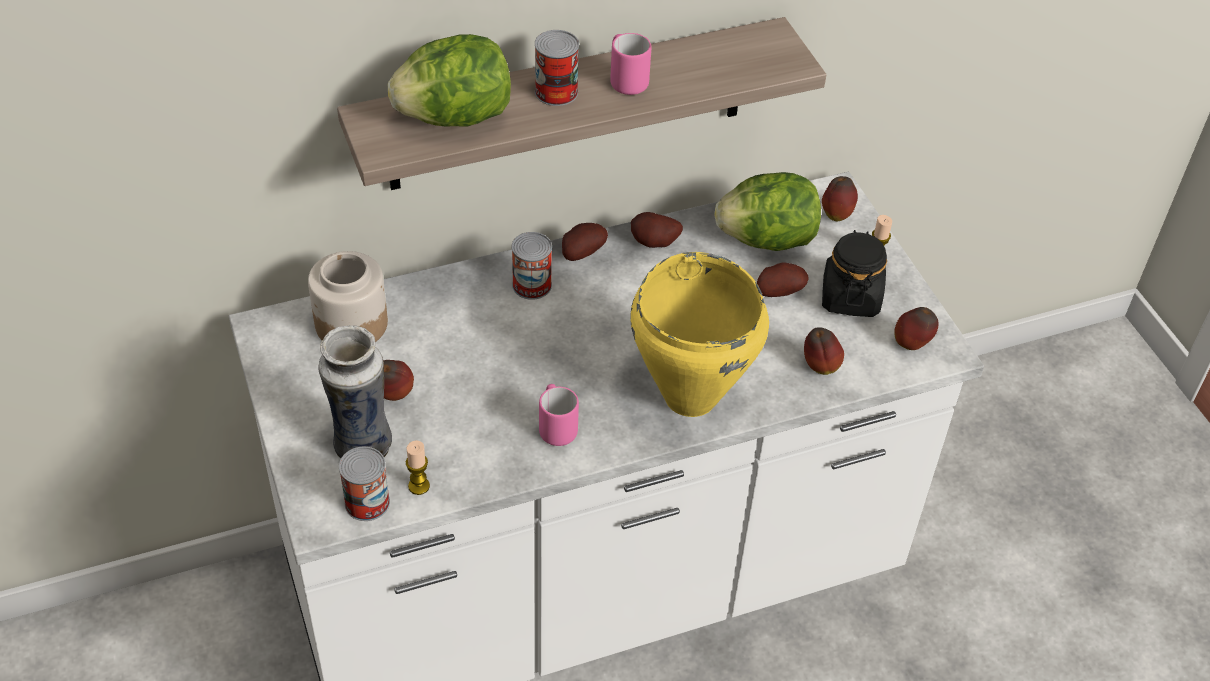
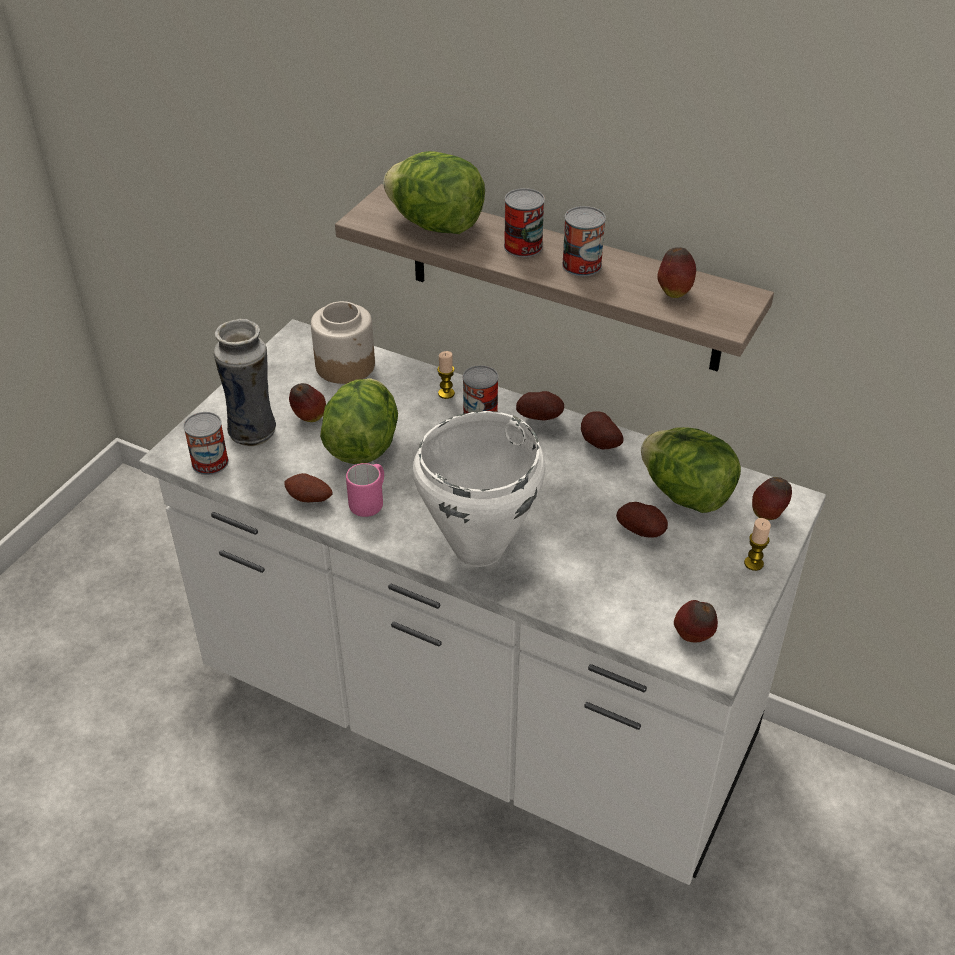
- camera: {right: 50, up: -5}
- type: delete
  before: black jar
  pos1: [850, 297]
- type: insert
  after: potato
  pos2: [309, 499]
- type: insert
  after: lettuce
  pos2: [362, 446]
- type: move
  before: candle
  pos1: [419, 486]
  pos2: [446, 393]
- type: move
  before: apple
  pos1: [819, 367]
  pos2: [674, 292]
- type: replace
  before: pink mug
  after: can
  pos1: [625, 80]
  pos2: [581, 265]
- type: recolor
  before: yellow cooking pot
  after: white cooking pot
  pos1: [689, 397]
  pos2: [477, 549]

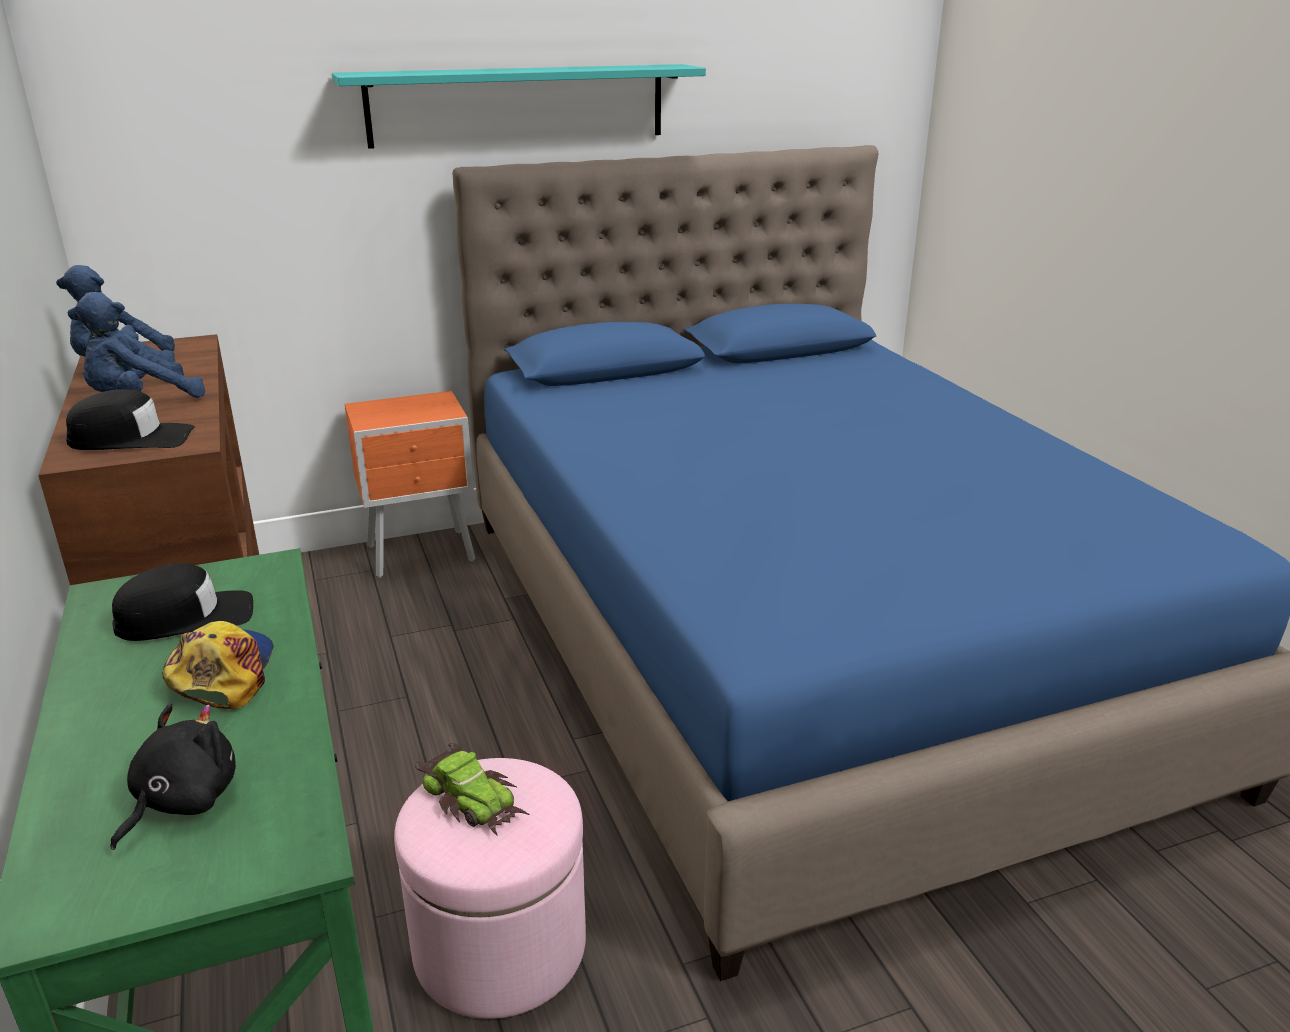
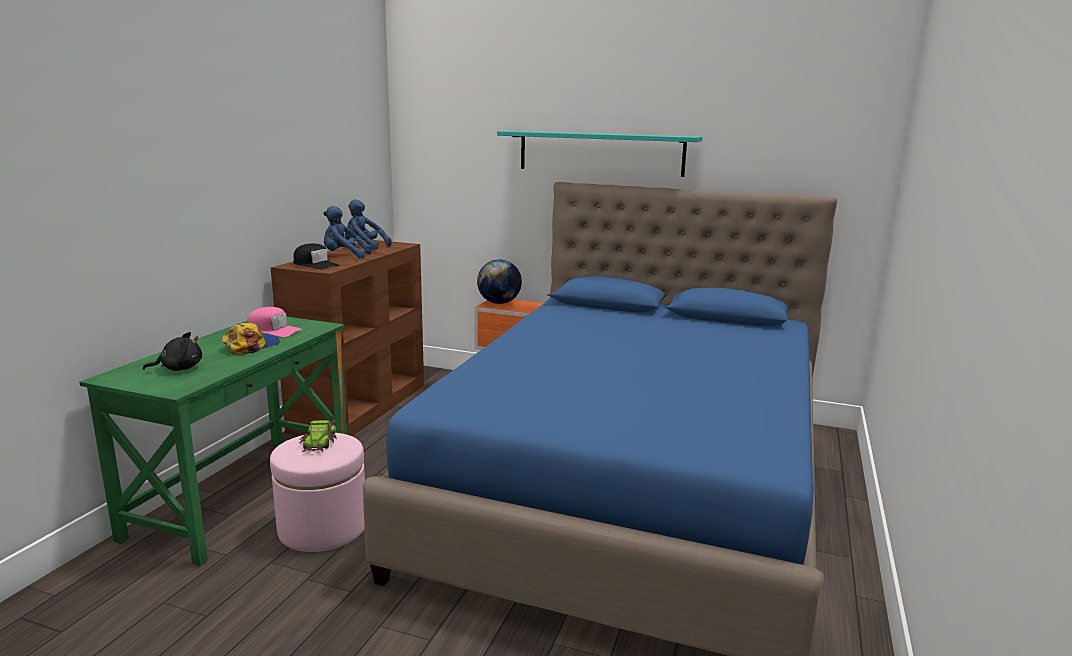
- camera: {right: 40, up: -10}
- type: insert
  after: globe
  pos2: [499, 303]
- type: recolor
  before: black cap
  after: pink cap
  pos1: [186, 617]
  pos2: [273, 330]

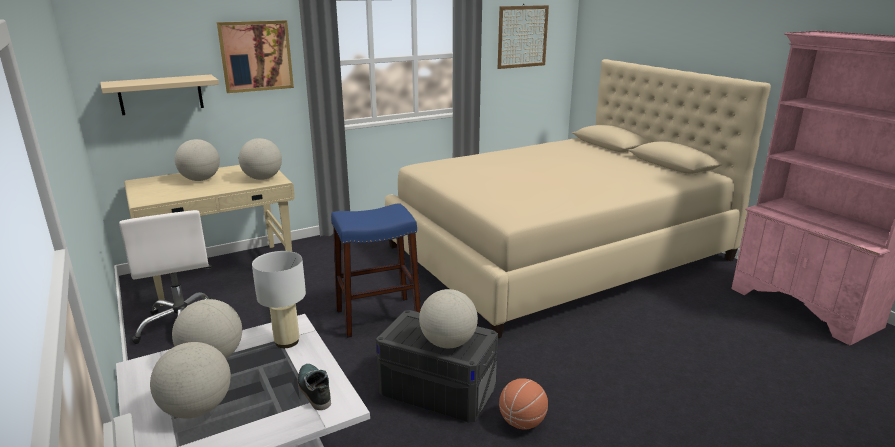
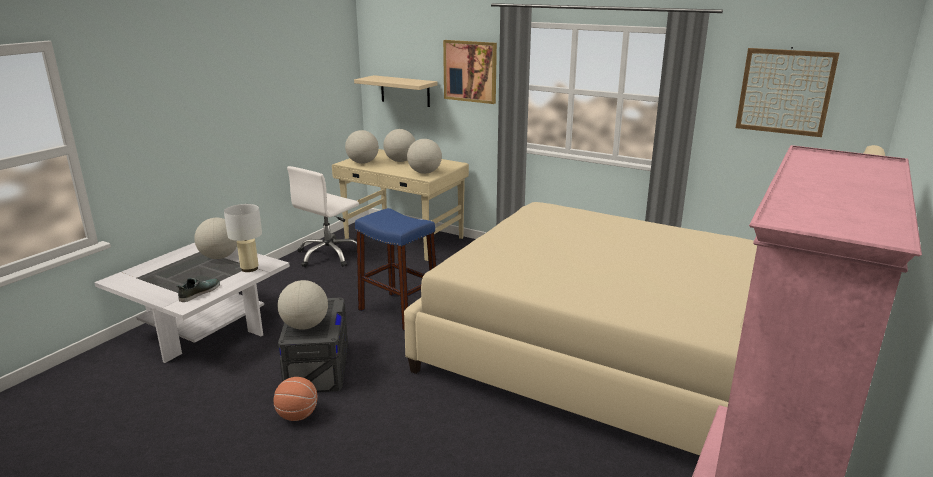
- camera: {right: 60, up: 0}
- type: move
  before: globe
  pos1: [197, 409]
  pos2: [363, 162]

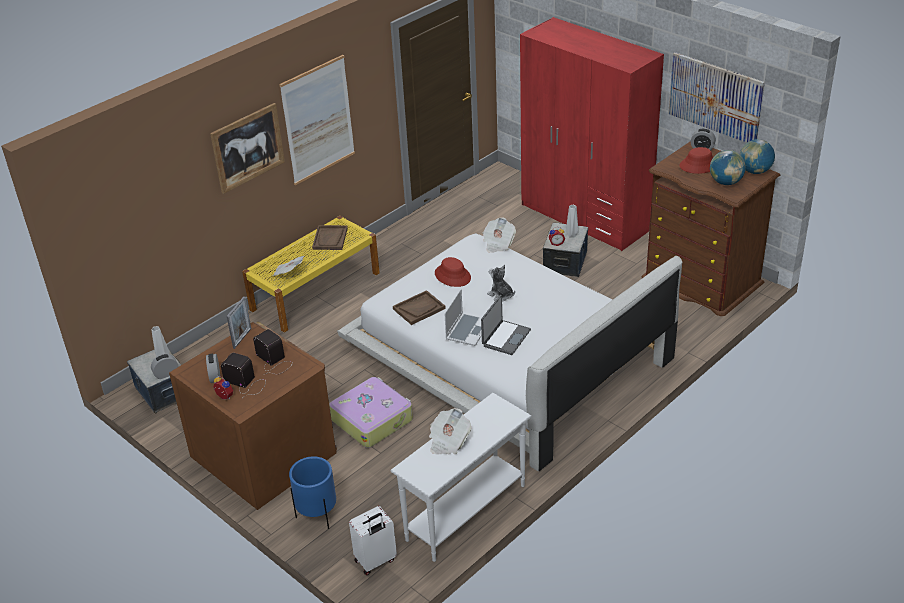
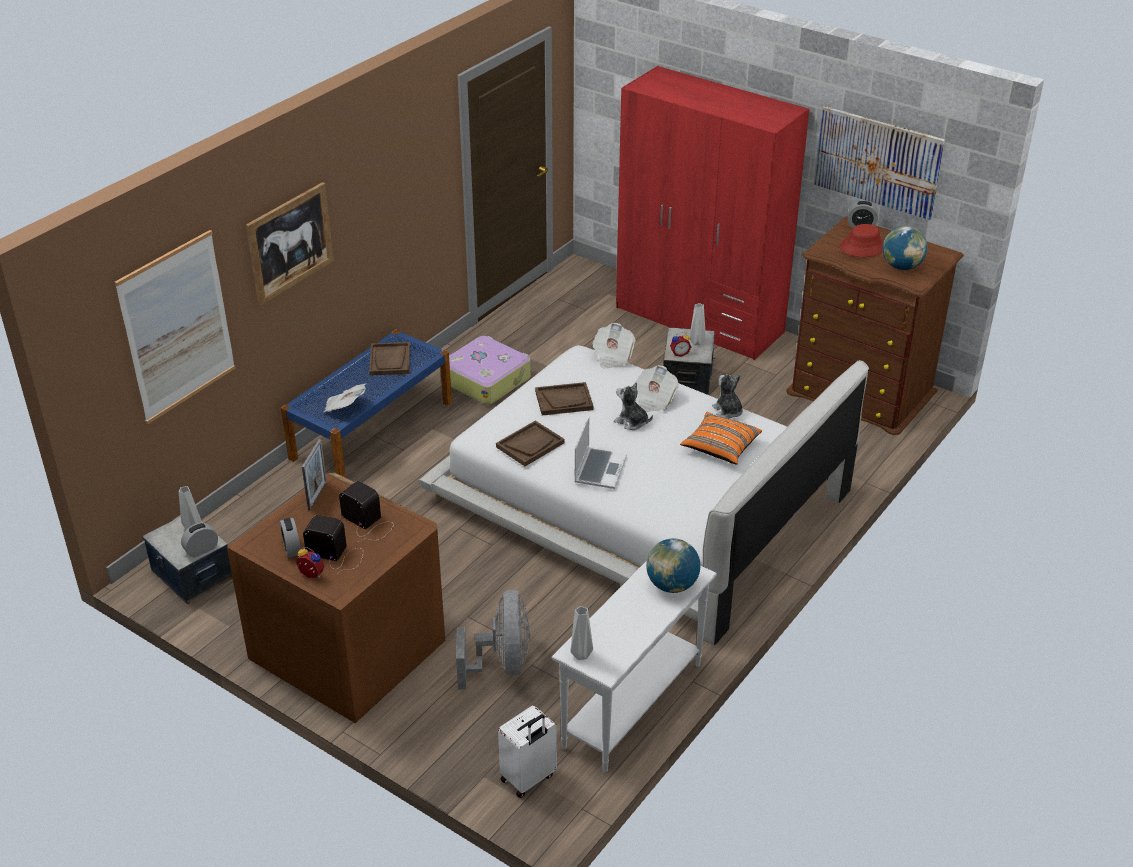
- camera: {right: -10, up: 0}
- type: delete
  before: blue planter
  pos1: [317, 515]
- type: delete
  before: laptop
  pos1: [505, 338]
- type: insert
  after: grey fan
  pos2: [502, 664]
- type: insert
  after: grey vase
  pos2: [582, 655]
- type: insert
  after: orange pillow
  pos2: [720, 447]
- type: insert
  after: plush toy
  pos2: [728, 411]
- type: move
  before: picture
  pos1: [318, 120]
  pos2: [177, 327]
- type: move
  before: suitcase
  pos1: [372, 419]
  pos2: [486, 379]
- type: move
  before: newspaper
  pos1: [448, 441]
  pos2: [653, 400]
- type: move
  before: globe
  pos1: [755, 171]
  pos2: [672, 585]
- type: replace
  before: red hat
  after: brown tray
  pos1: [452, 276]
  pos2: [564, 400]
- type: recolor
  before: yellow bench
  after: blue bench
  pos1: [315, 291]
  pos2: [371, 430]

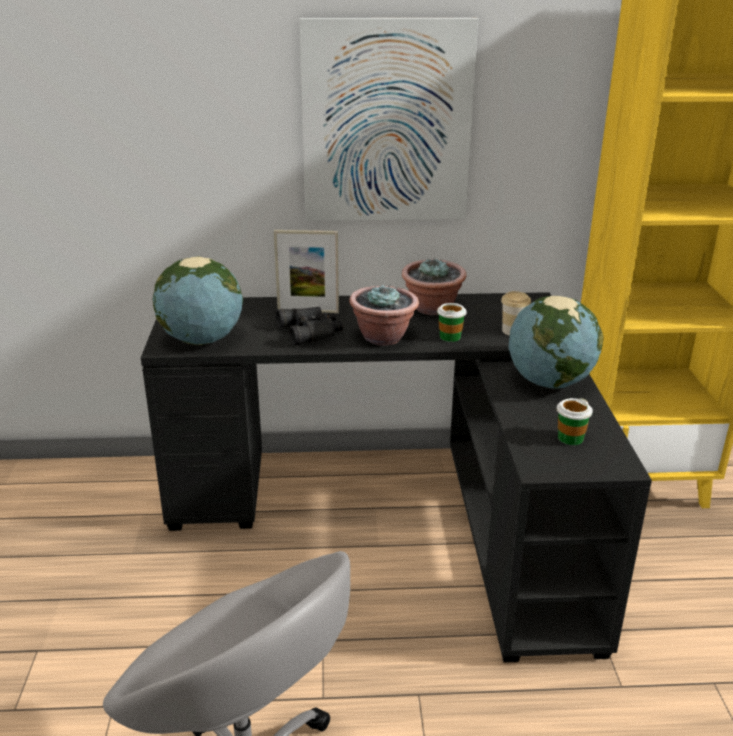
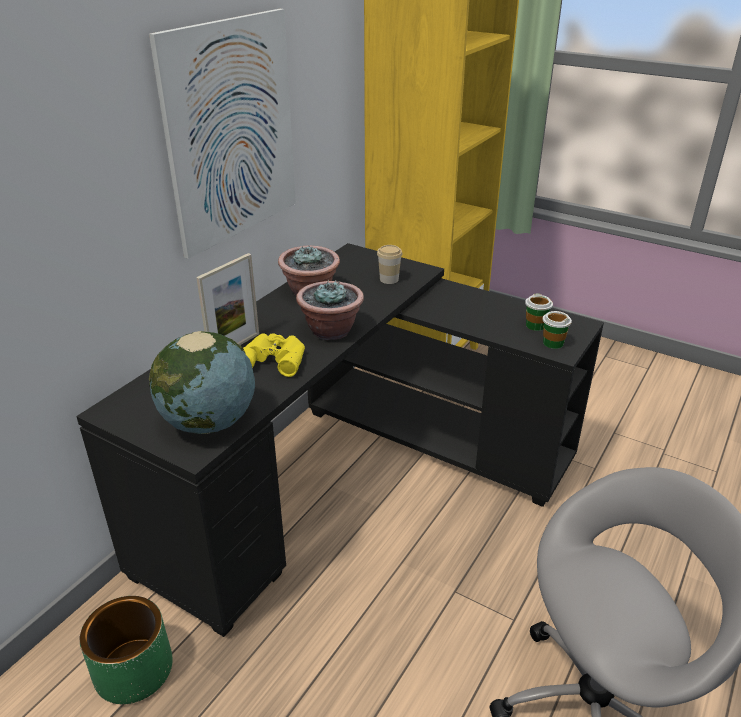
- camera: {right: -55, up: 5}
- type: delete
  before: globe
  pos1: [549, 382]
- type: insert
  after: green planter
  pos2: [134, 669]
- type: move
  before: cup
  pos1: [450, 337]
  pos2: [553, 343]
- type: recolor
  before: black binoculars
  after: yellow binoculars
  pos1: [312, 331]
  pos2: [274, 358]

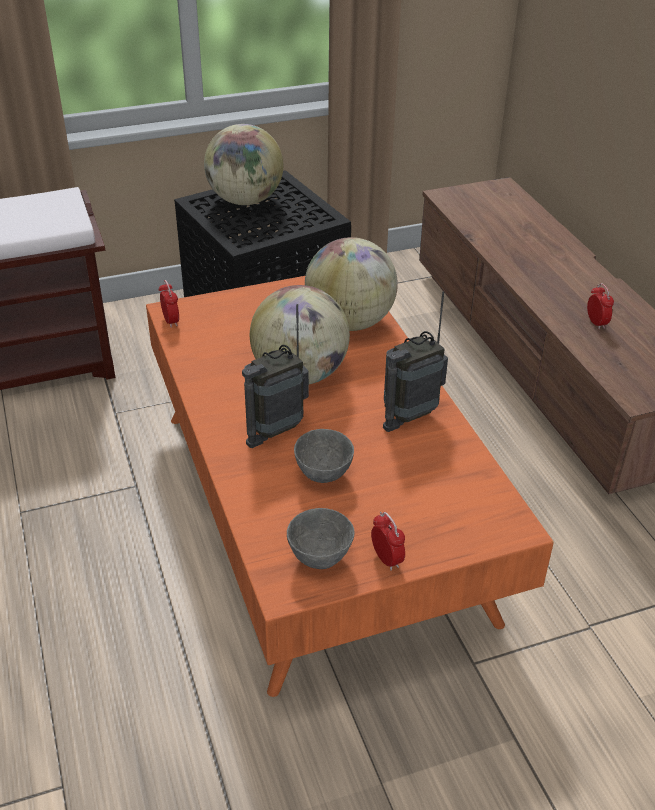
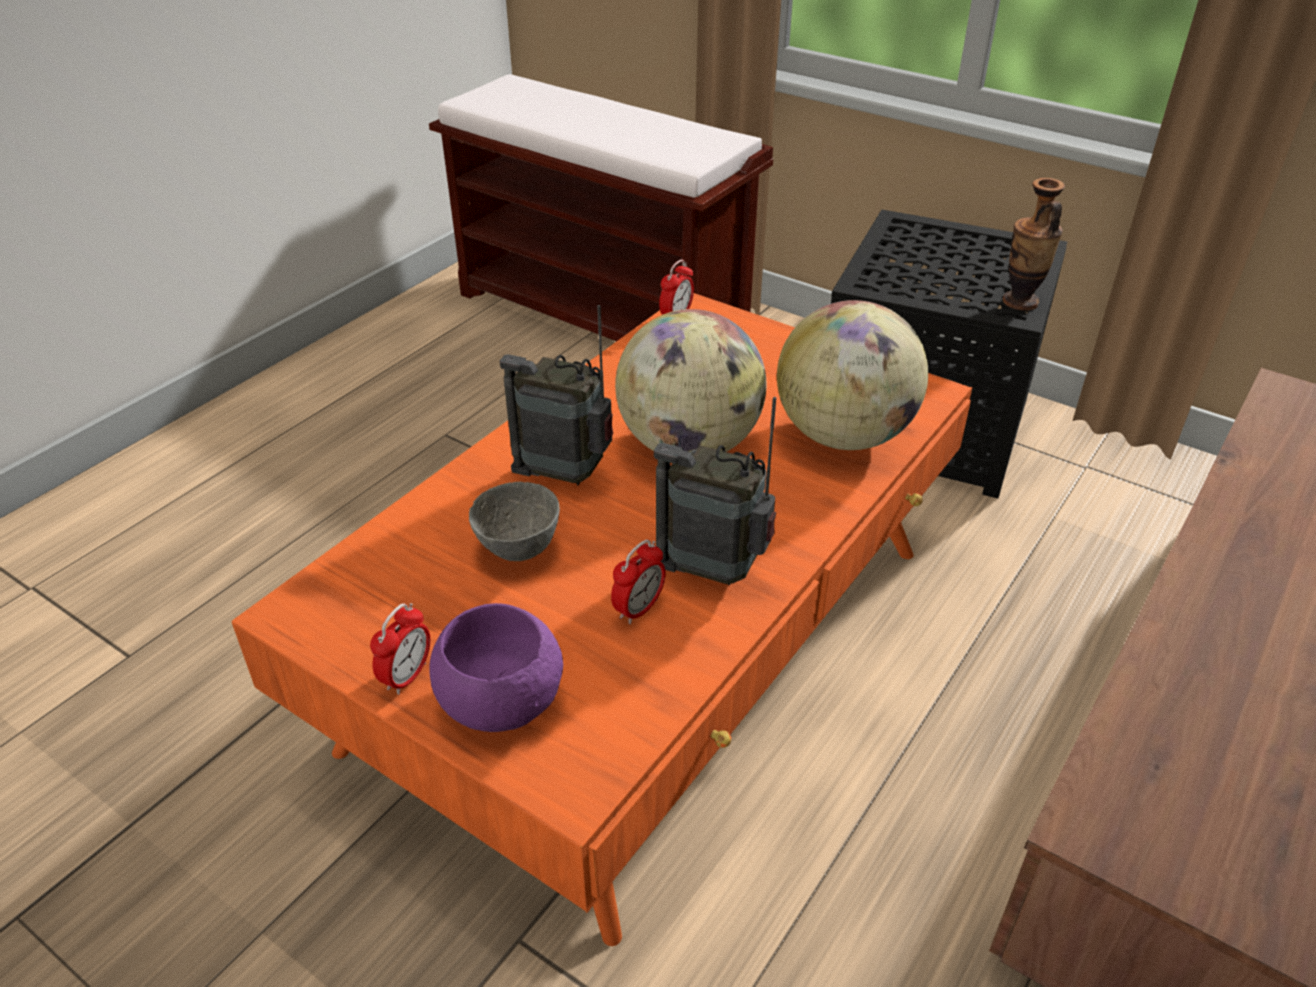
- camera: {right: 55, up: 0}
- type: delete
  before: globe
  pos1: [245, 200]
- type: delete
  before: grey bowl
  pos1: [319, 557]
- type: insert
  after: purple bowl
  pos2: [499, 704]
- type: insert
  after: vase
  pos2: [1020, 302]
- type: move
  before: alarm clock
  pos1: [596, 323]
  pos2: [638, 609]

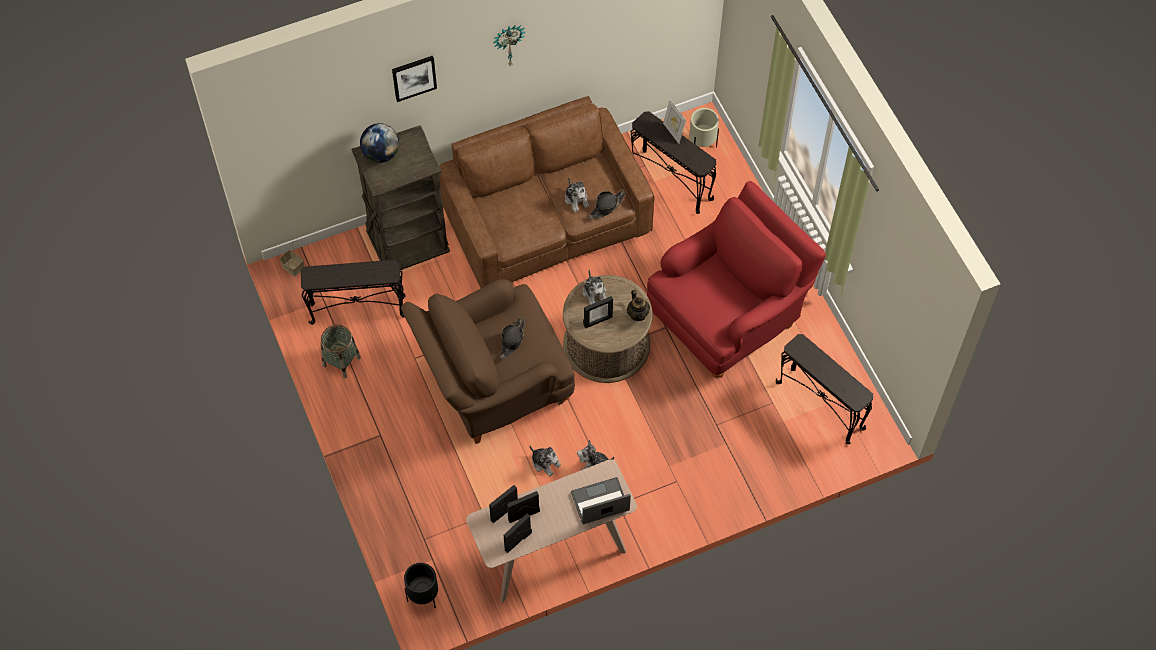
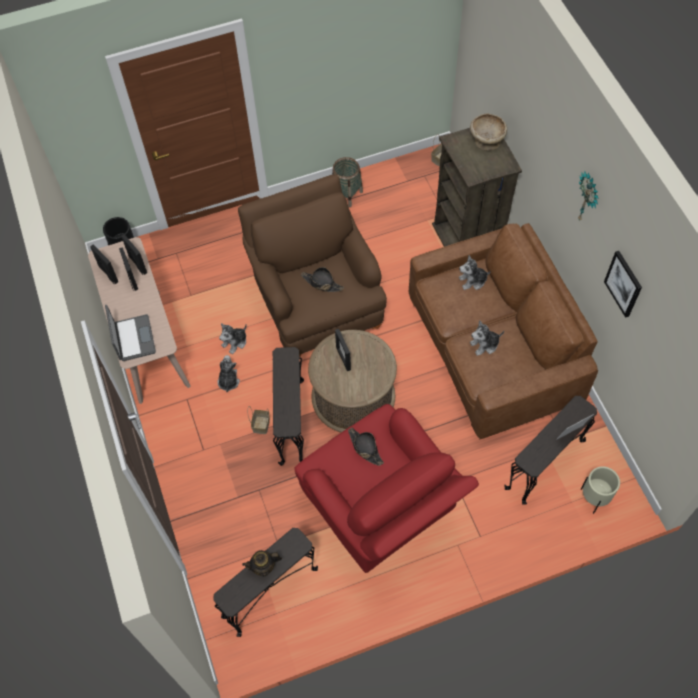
- camera: {right: 95, up: 0}
- type: insert
  after: basket
  pos2: [261, 424]
- type: move
  before: black side table
  pos1: [357, 310]
  pos2: [291, 422]
- type: move
  before: picture
  pos1: [414, 77]
  pos2: [624, 283]
- type: move
  before: plush toy
  pos1: [595, 293]
  pos2: [473, 281]
- type: move
  before: black hat
  pos1: [606, 207]
  pos2: [365, 448]
- type: move
  before: teapot
  pos1: [638, 314]
  pos2: [263, 567]
- type: replace
  before: globe
  after: beige bowl
  pos1: [381, 154]
  pos2: [486, 141]

